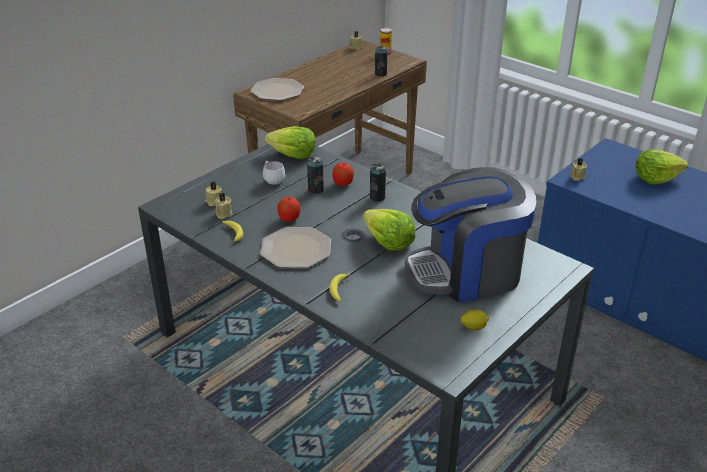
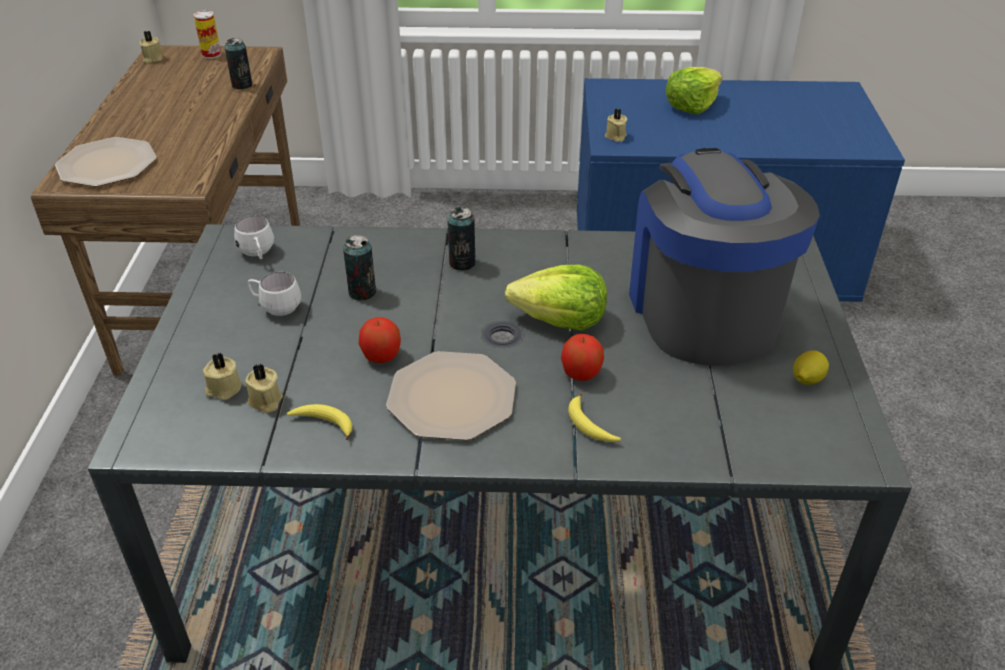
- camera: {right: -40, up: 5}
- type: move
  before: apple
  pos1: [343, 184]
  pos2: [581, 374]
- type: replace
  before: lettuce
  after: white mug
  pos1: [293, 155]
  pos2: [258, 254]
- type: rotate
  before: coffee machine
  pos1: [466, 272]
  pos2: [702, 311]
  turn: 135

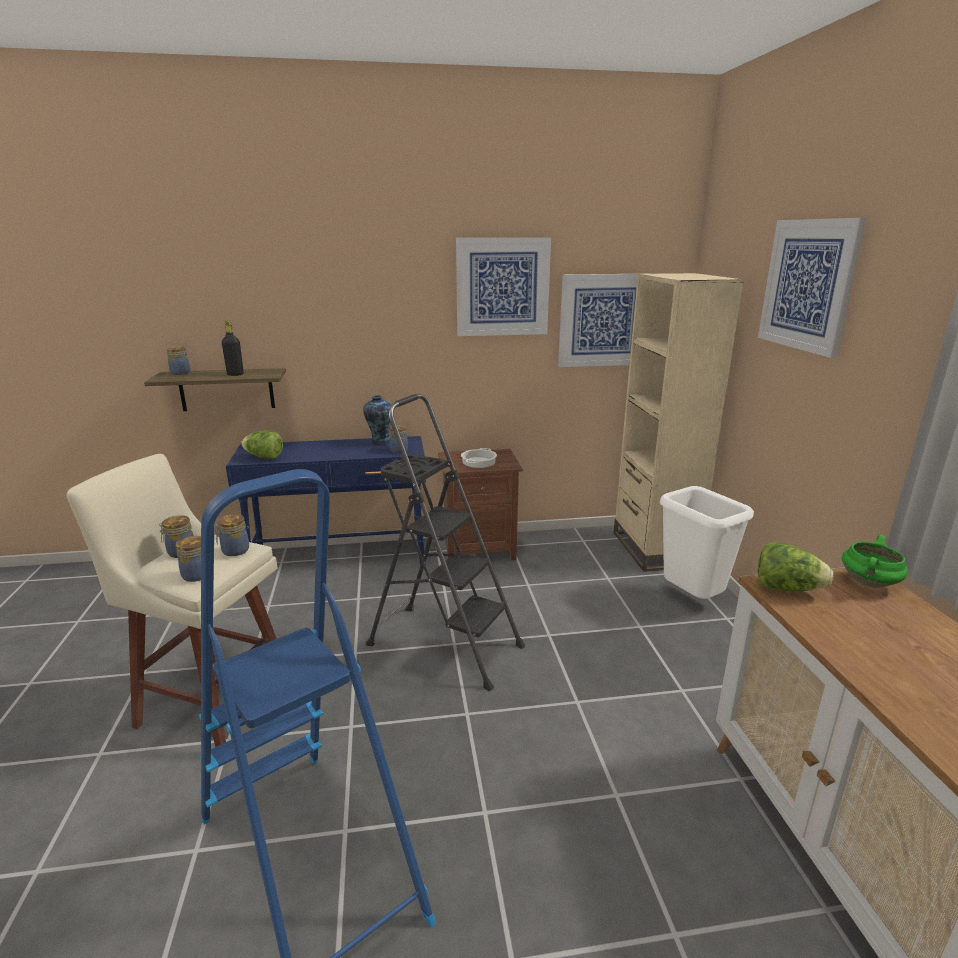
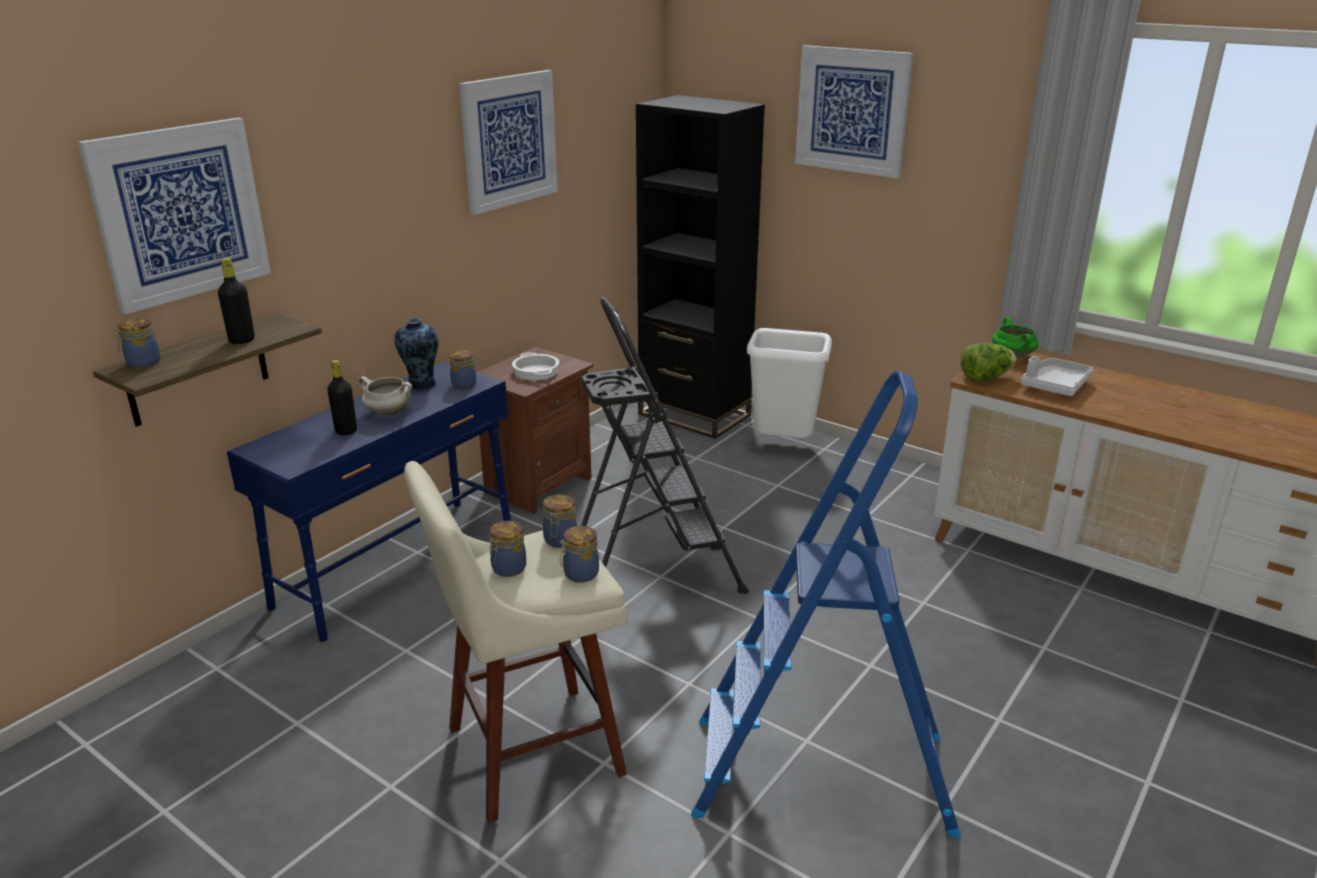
- camera: {right: -45, up: 5}
- type: delete
  before: lettuce
  pos1: [264, 457]
- type: insert
  after: black bottle
  pos2: [346, 431]
- type: insert
  after: white cooking pot
  pos2: [387, 413]
- type: insert
  after: grey tray
  pos2: [1055, 385]
- type: move
  before: picture
  pos1: [603, 320]
  pos2: [180, 213]
- type: recolor
  before: beige bookcase
  after: black bookcase
  pos1: [654, 549]
  pos2: [694, 415]

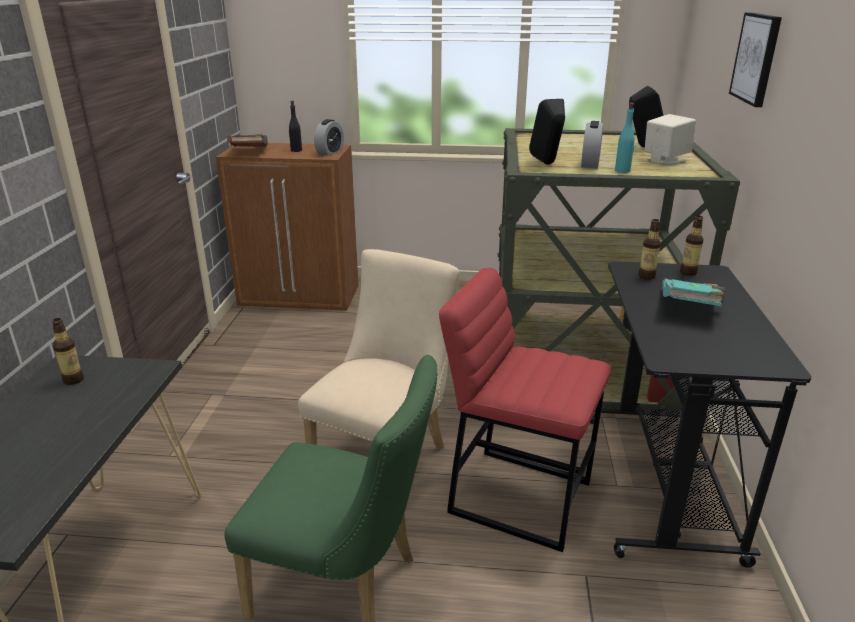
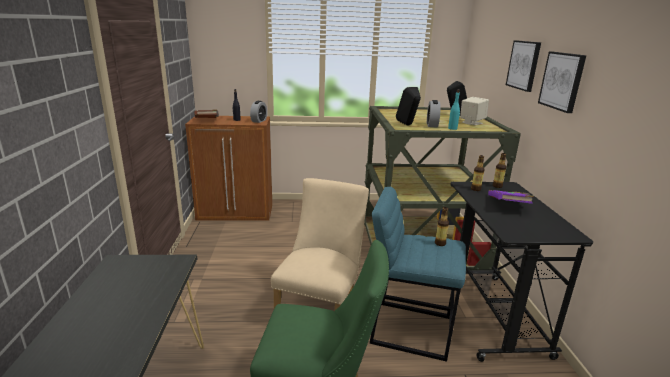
- camera: {right: -10, up: -5}
- type: insert
  after: picture
  pos2: [562, 81]
- type: move
  before: bottle
  pos1: [73, 380]
  pos2: [440, 243]
- type: recolor
  before: red stool
  after: blue stool
  pos1: [516, 496]
  pos2: [408, 329]
- type: recolor
  before: turquoise book
  after: purple book
  pos1: [689, 307]
  pos2: [508, 205]

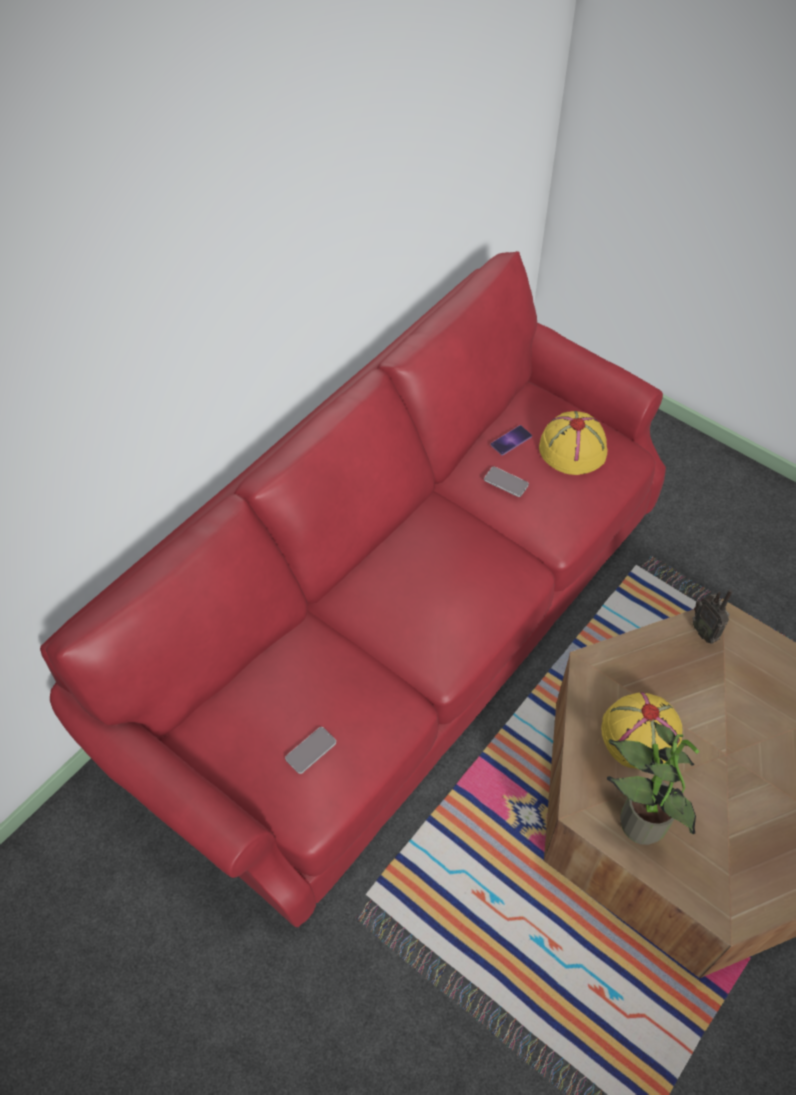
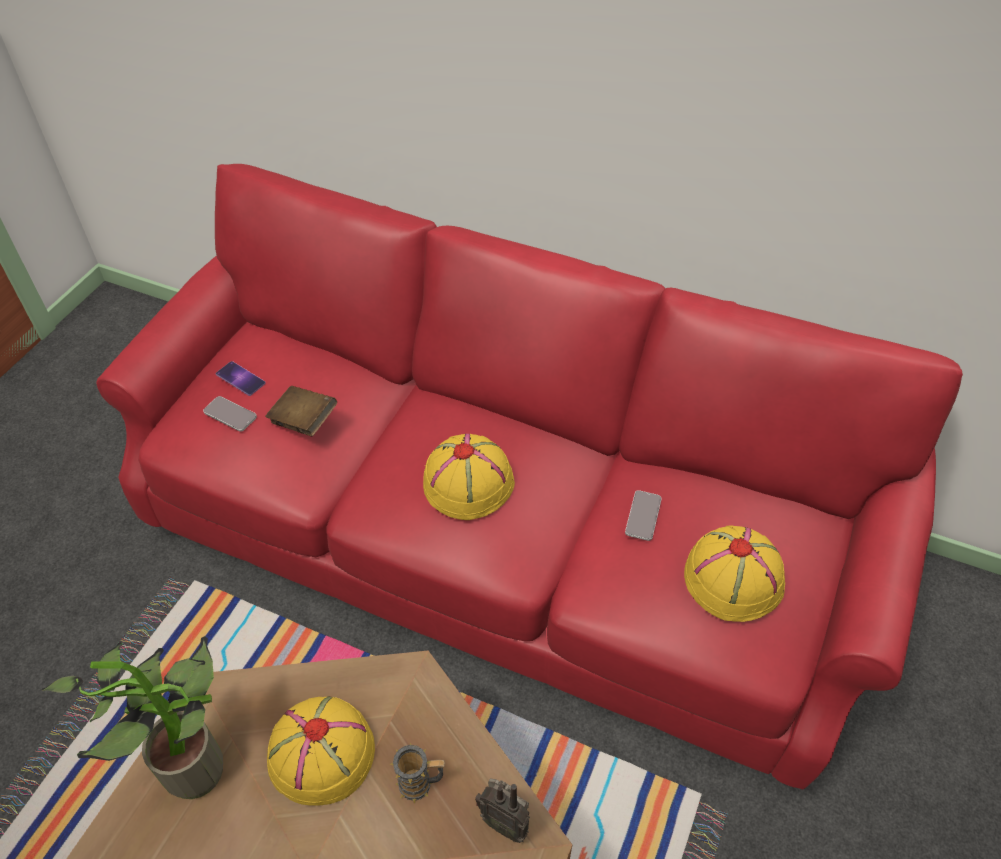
- camera: {right: 75, up: -5}
- type: insert
  after: brown book
  pos2: [304, 421]
- type: insert
  after: mug
  pos2: [421, 783]
- type: insert
  after: yellow hat
  pos2: [469, 482]
- type: move
  before: phone
  pos1: [511, 440]
  pos2: [240, 378]
- type: rotate
  before: radio
  pos1: [705, 631]
  pos2: [505, 822]
  turn: -105

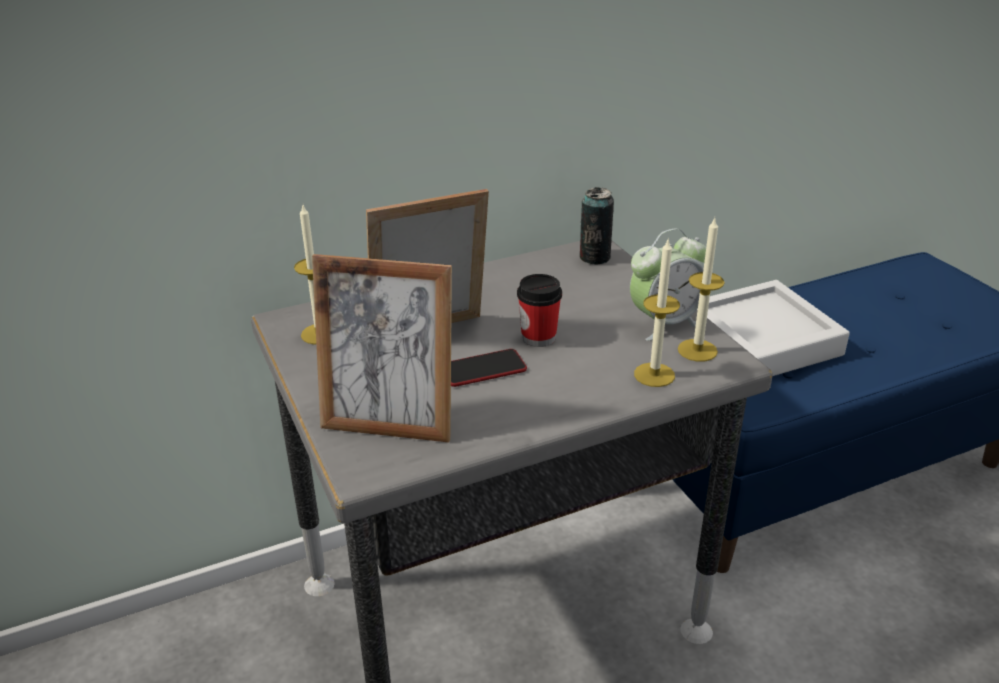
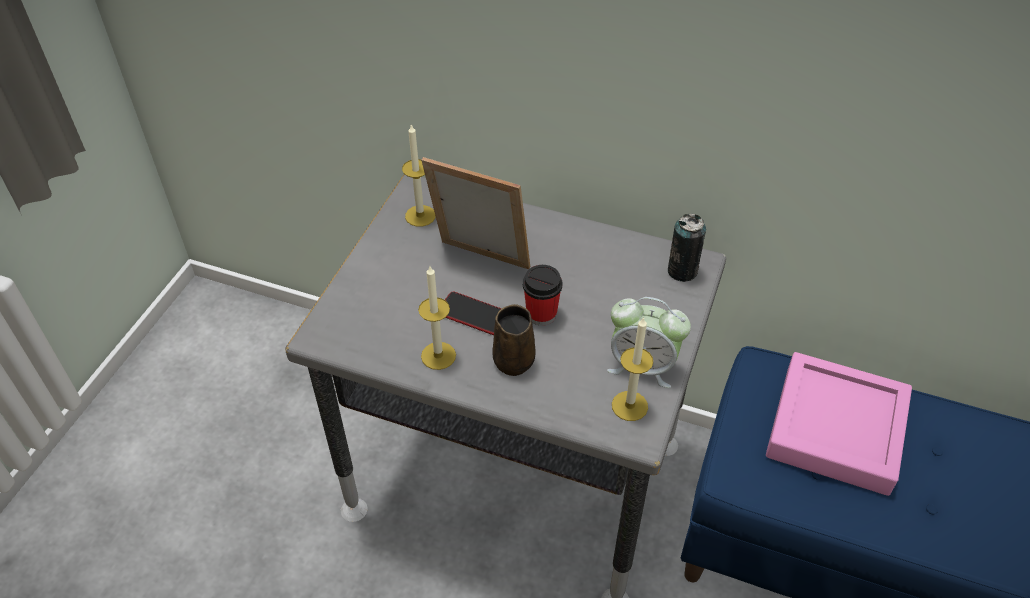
- camera: {right: 45, up: 15}
- type: delete
  before: picture frame
  pos1: [389, 423]
- type: insert
  after: brown mug
  pos2: [514, 359]
- type: move
  before: candle
  pos1: [654, 375]
  pos2: [438, 355]
- type: recolor
  before: grey tray
  after: pink tray
  pos1: [761, 340]
  pos2: [835, 429]

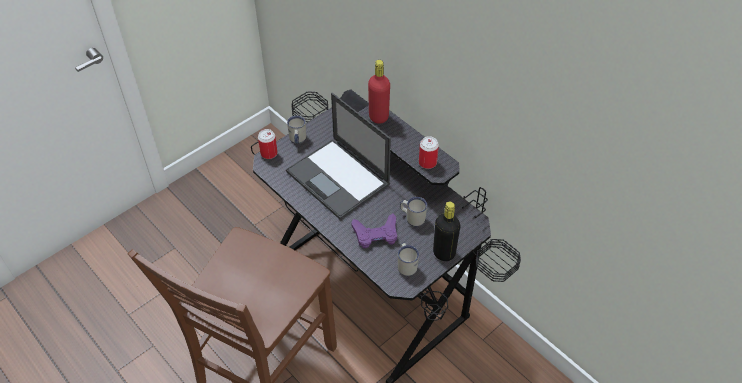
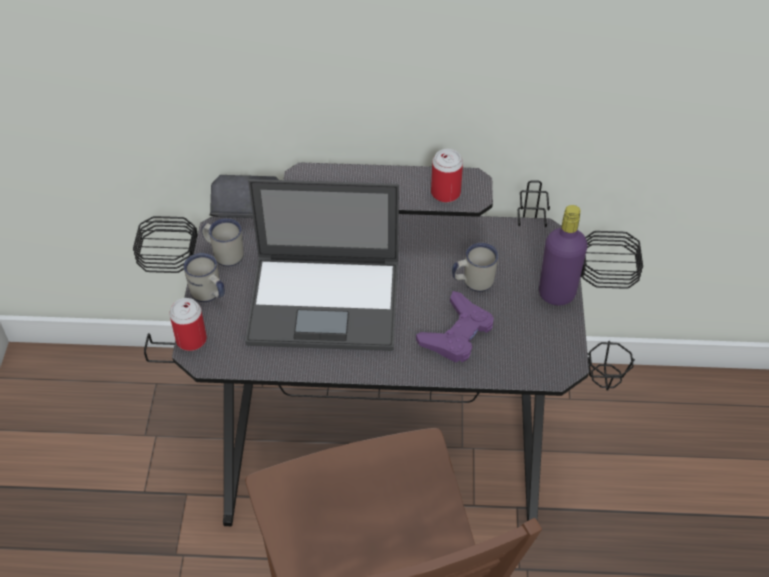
- camera: {right: -45, up: 0}
- type: delete
  before: red bottle
  pos1: [378, 117]
- type: move
  before: white mug
  pos1: [406, 265]
  pos2: [224, 253]
- type: recolor
  before: black bottle
  after: purple bottle
  pos1: [444, 253]
  pos2: [556, 294]

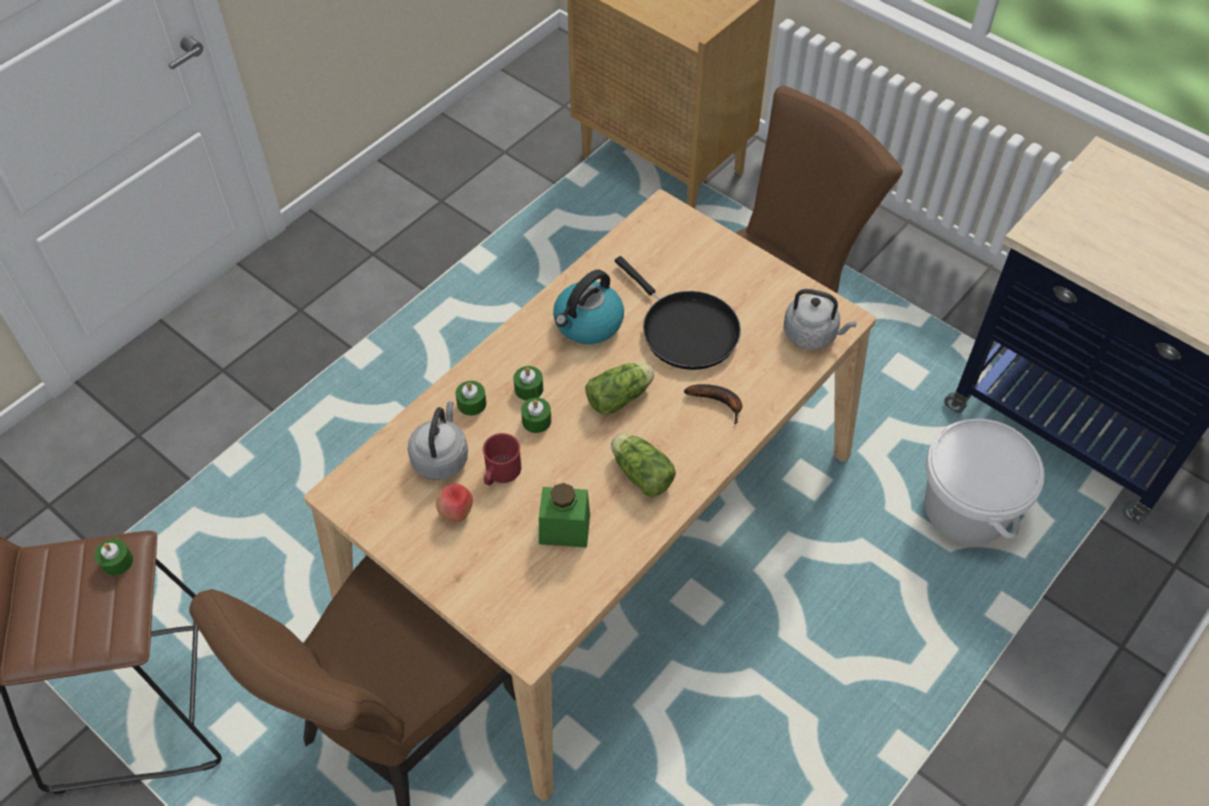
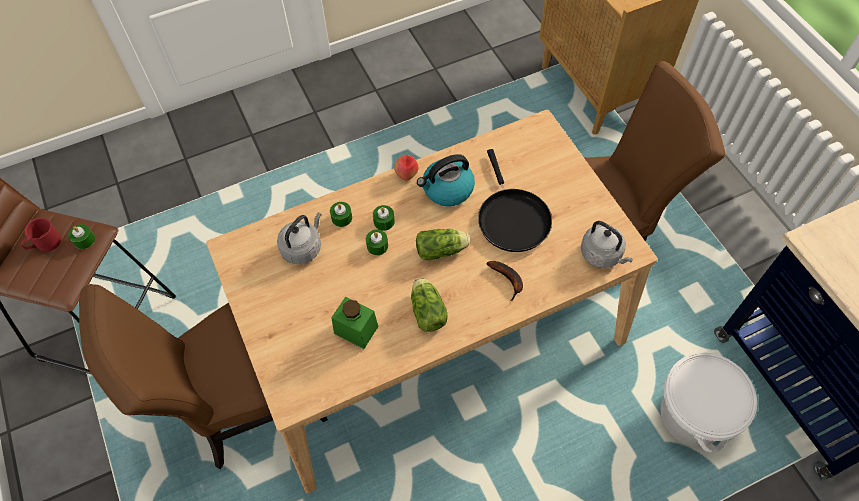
- camera: {right: 25, up: 5}
- type: move
  before: apple
  pos1: [456, 513]
  pos2: [406, 175]
- type: move
  before: red mug
  pos1: [500, 473]
  pos2: [45, 244]

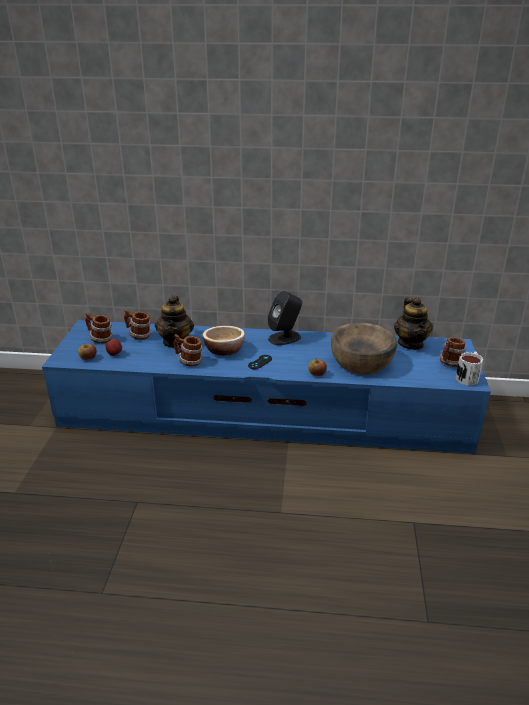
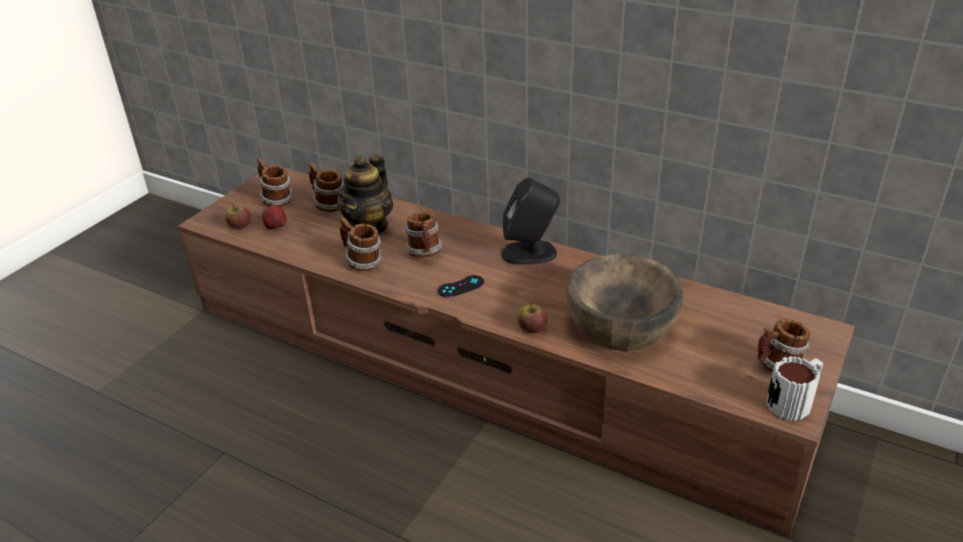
- camera: {right: 25, up: 5}
- type: delete
  before: teapot
  pos1: [411, 344]
- type: replace
  before: bowl
  after: mug
  pos1: [224, 350]
  pos2: [425, 253]
- type: recolor
  before: blue tv stand
  after: brown tv stand
  pos1: [264, 411]
  pos2: [485, 358]

